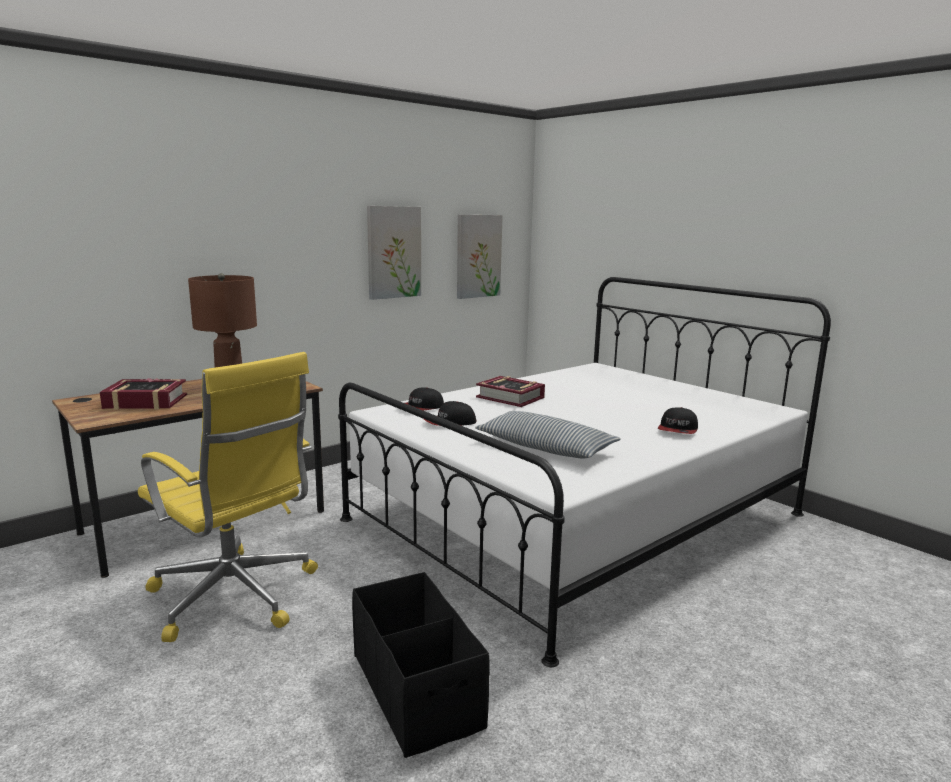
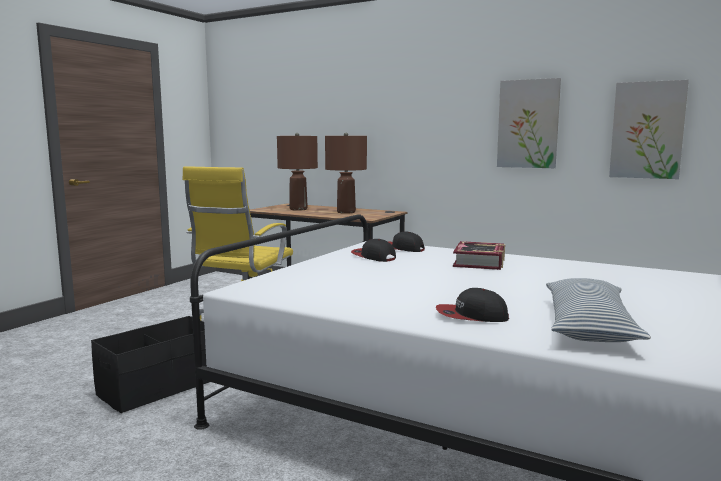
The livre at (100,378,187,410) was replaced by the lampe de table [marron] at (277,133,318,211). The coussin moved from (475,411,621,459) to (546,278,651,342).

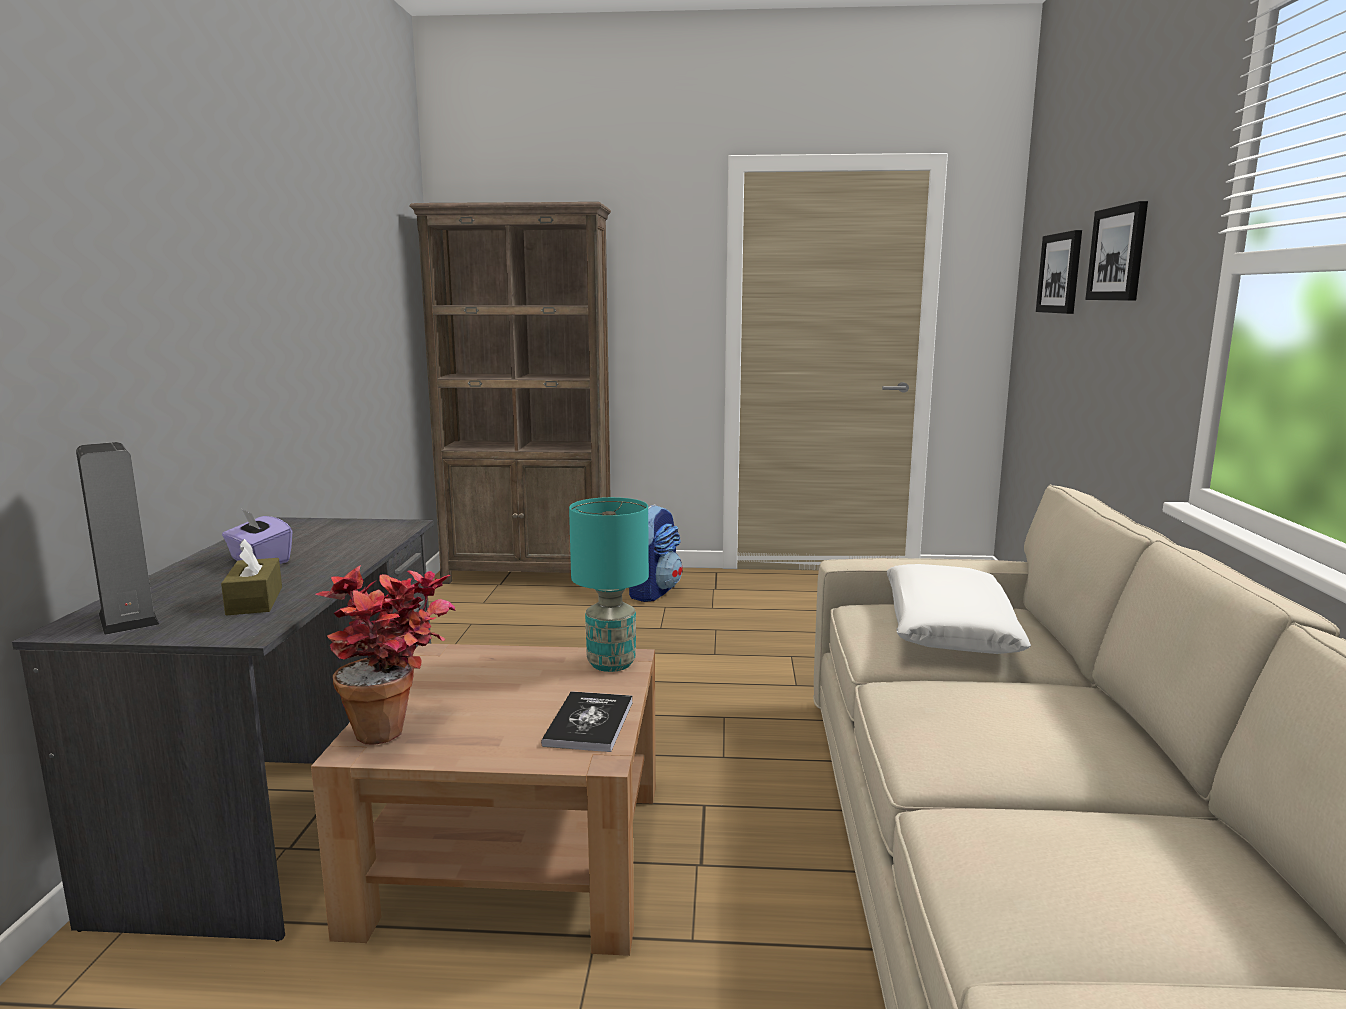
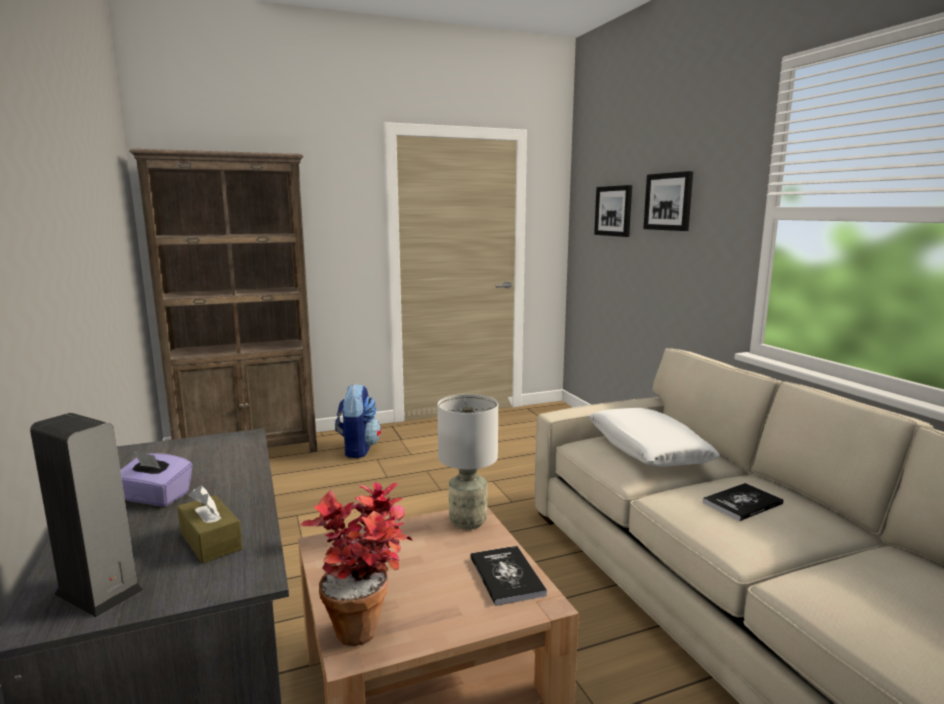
The lampe de table [turquoise] at (569,497,649,672) became the lampe de table [gris] at (437,394,498,530). The livre at (702,483,784,521) appeared.

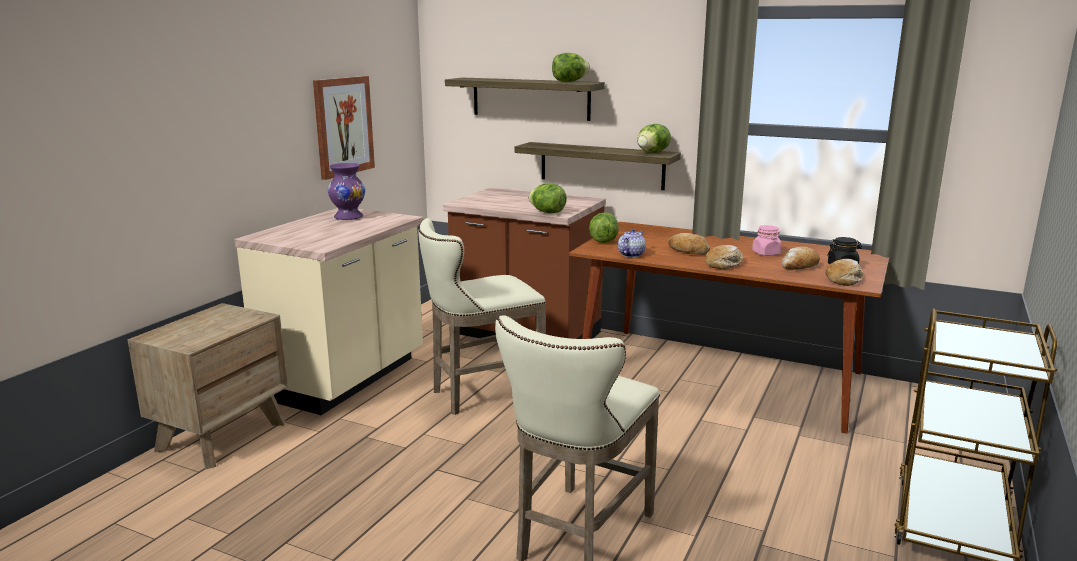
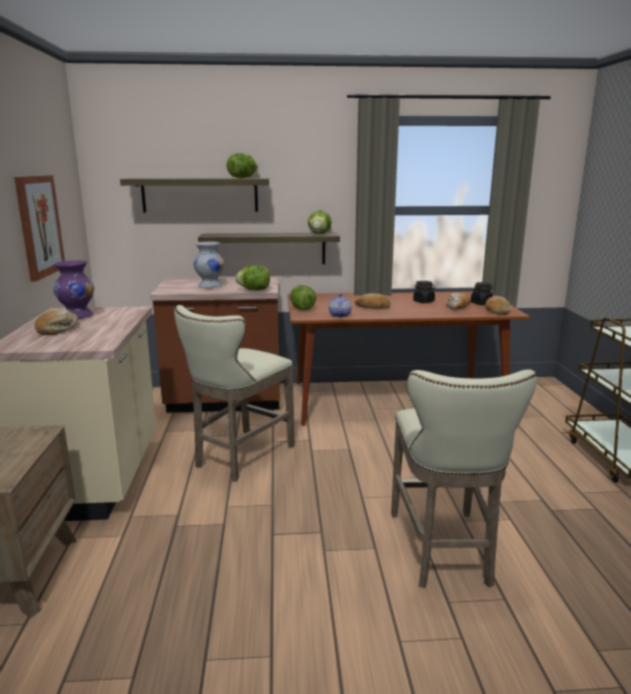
The pain moved from (705,245,743,270) to (35,309,78,335). The bocal [rose] at (752,225,782,256) became the bocal [noir] at (413,281,435,303). The vase [blanc] at (193,242,224,288) appeared.

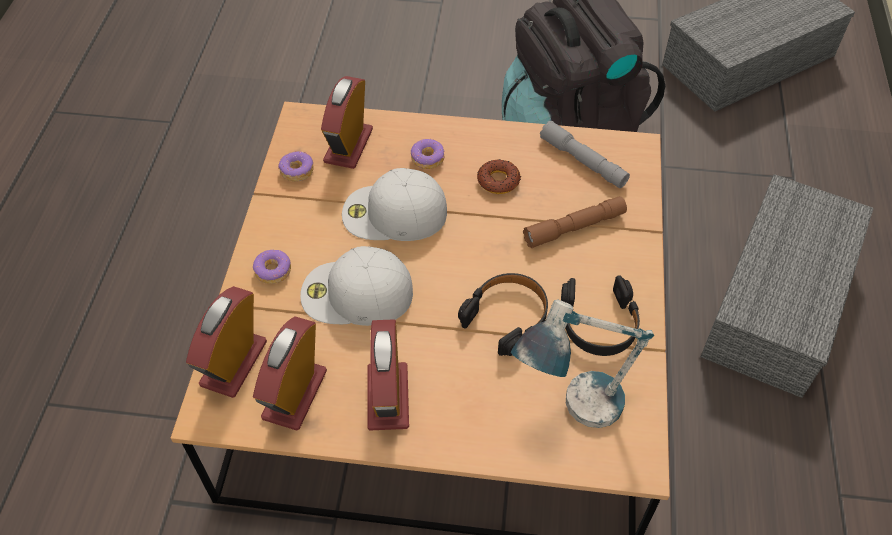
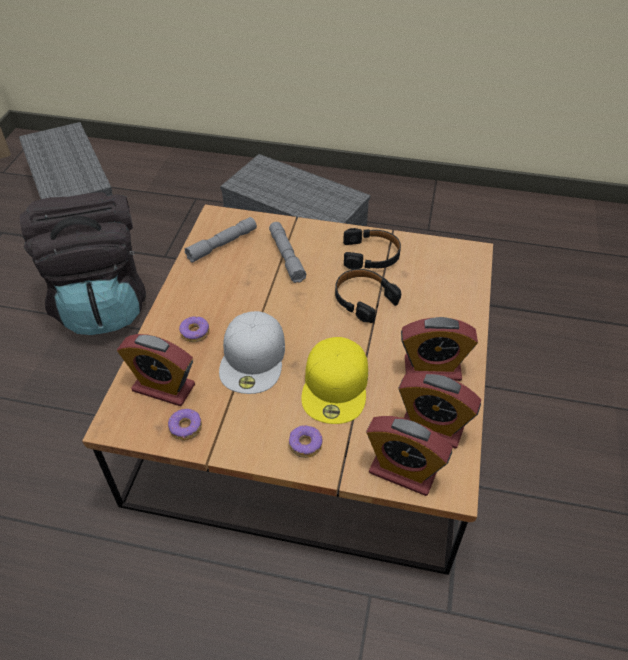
The casquette [blanc] at (300,246,413,326) became the casquette [jaune] at (301,337,368,424). The beignet at (477,159,521,194) disappeared. The lampe de table at (511,300,654,428) disappeared. The lampe de poche [marron] at (523,196,627,248) became the lampe de poche [gris] at (269,222,307,283).

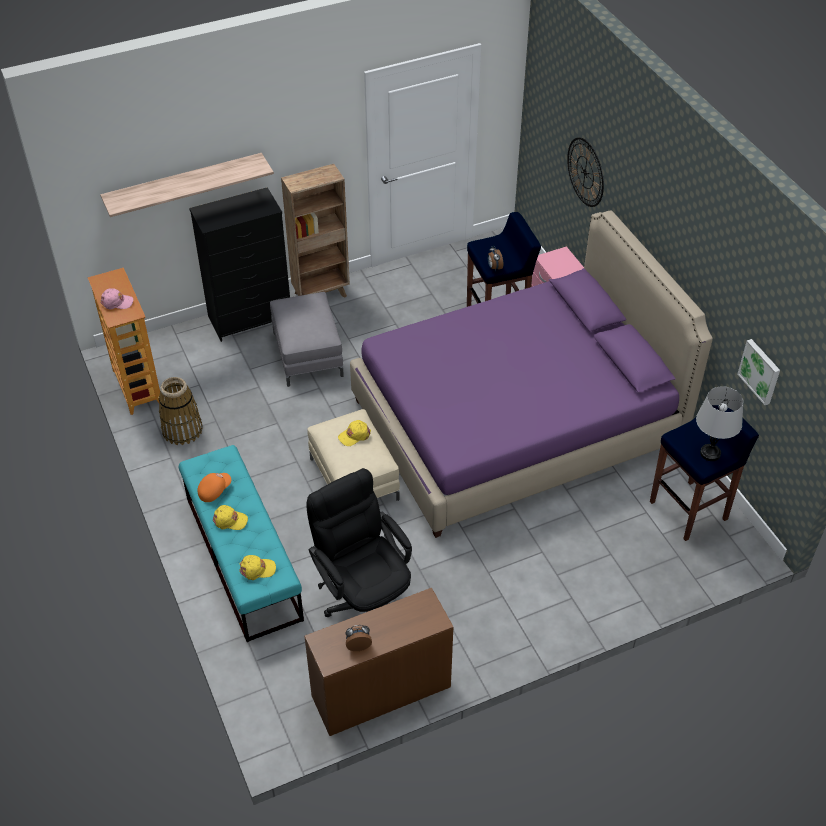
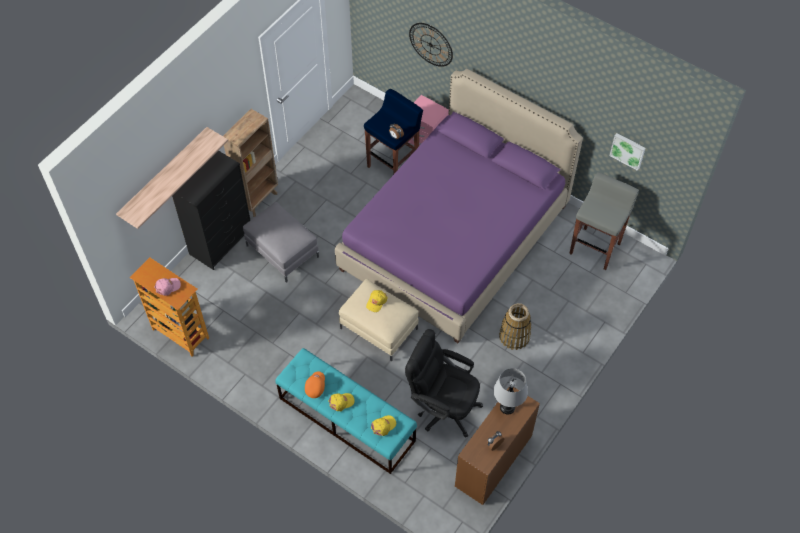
The panier moved from (159,377,203,445) to (499,303,531,350). The tabouret [bleu] at (650,405,759,541) became the tabouret [gris] at (569,172,639,270). The lampe de table [gris] moved from (696,386,743,461) to (493,368,528,415).

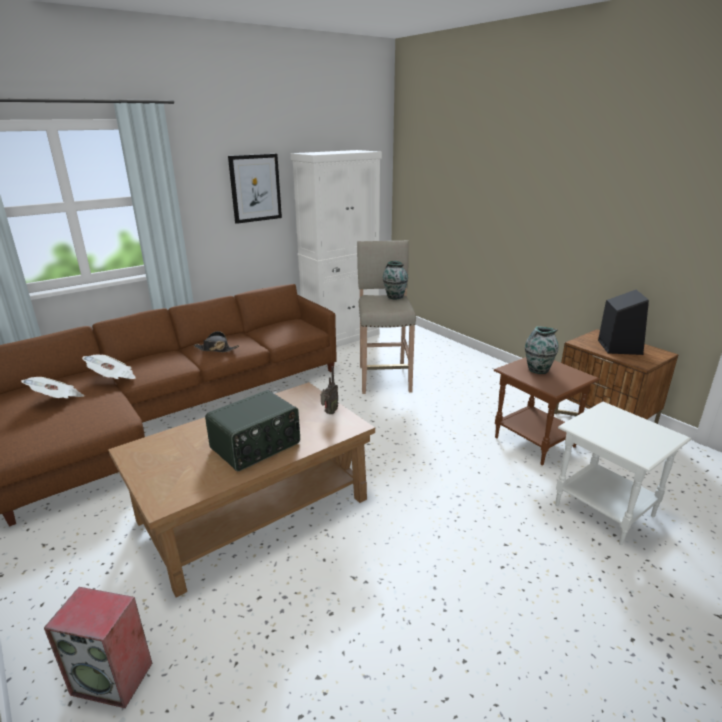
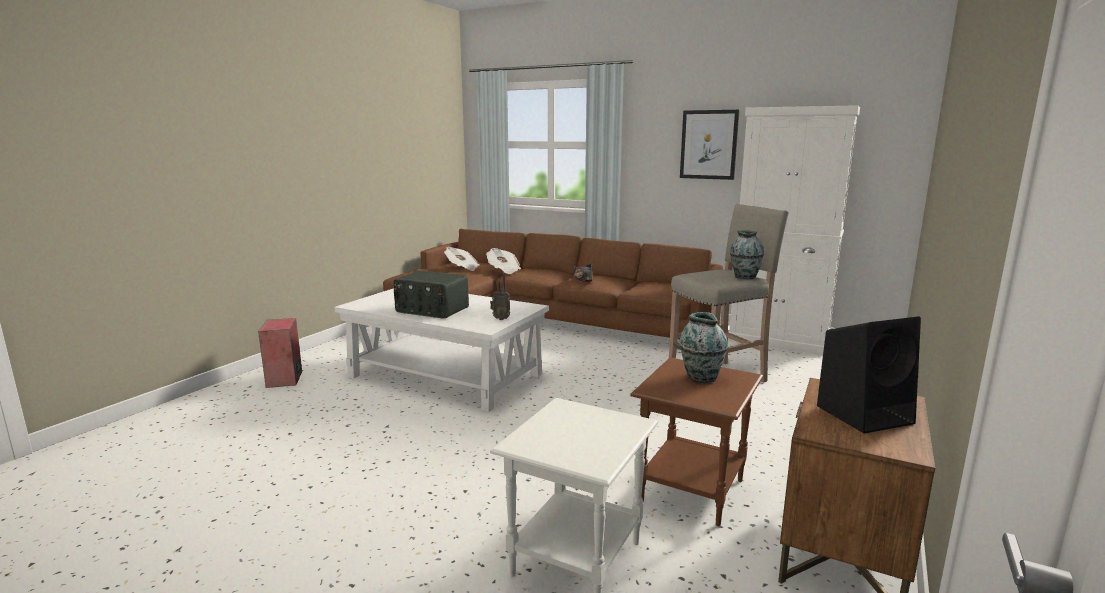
The table basse [marron] at (108,382,375,598) became the table basse [blanc] at (334,288,549,412).

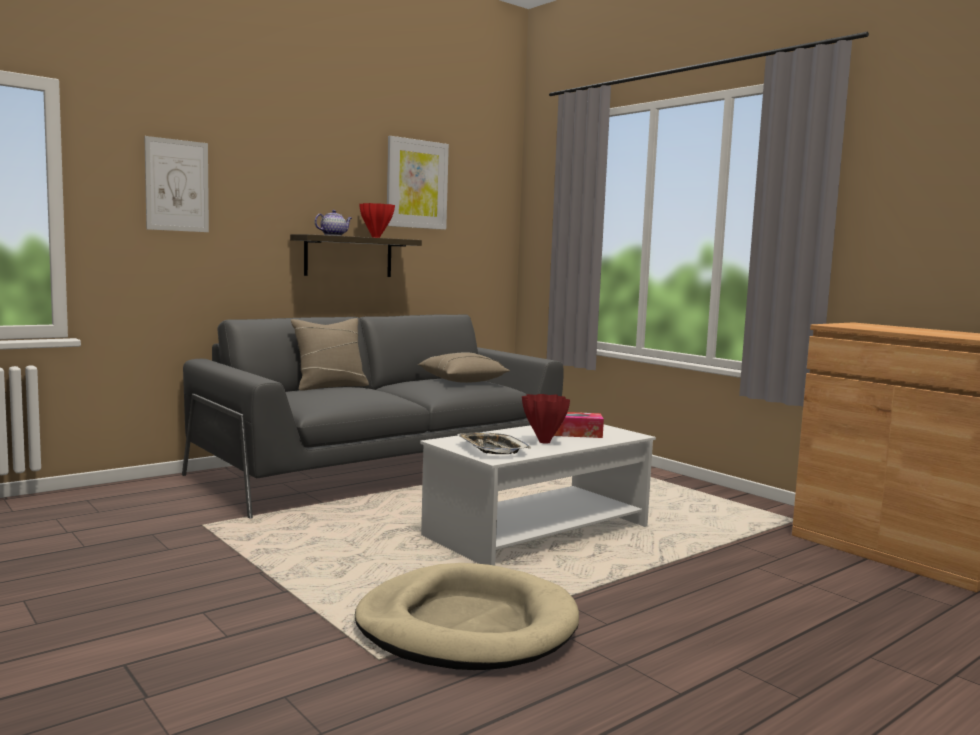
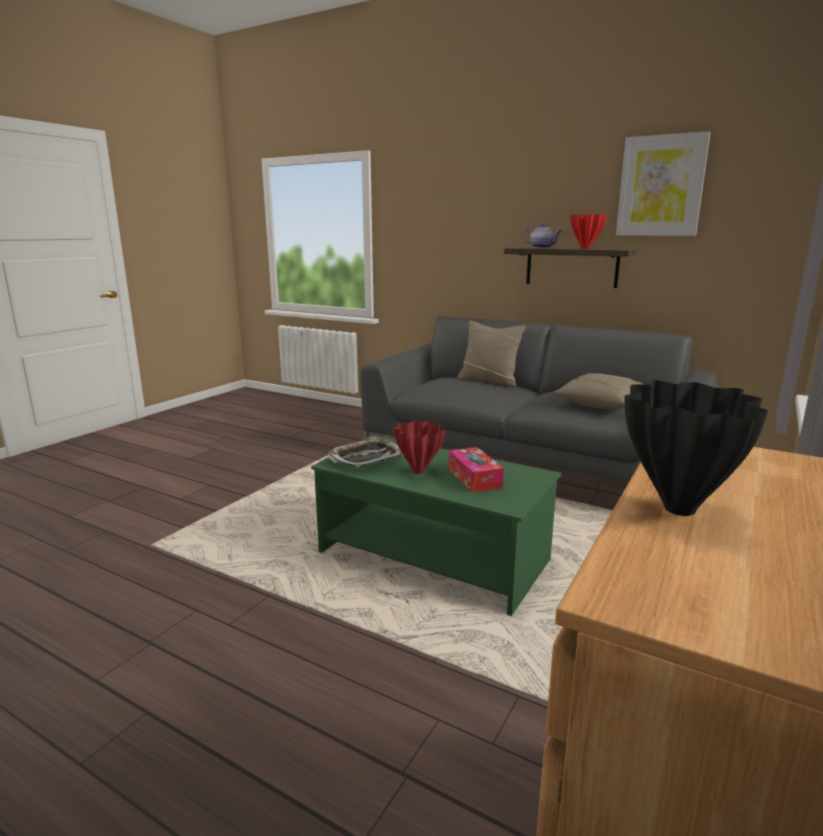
The tableau at (144,136,209,232) disappeared. The panier pour chien [beige] at (355,563,579,670) disappeared. The table basse [blanc] at (420,425,656,566) became the table basse [vert] at (311,435,561,616). The vase [noir] at (624,380,768,516) appeared.

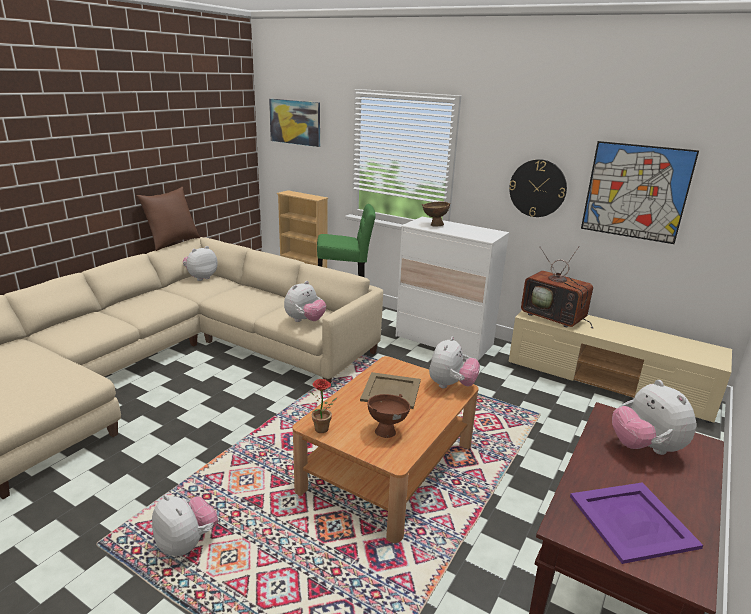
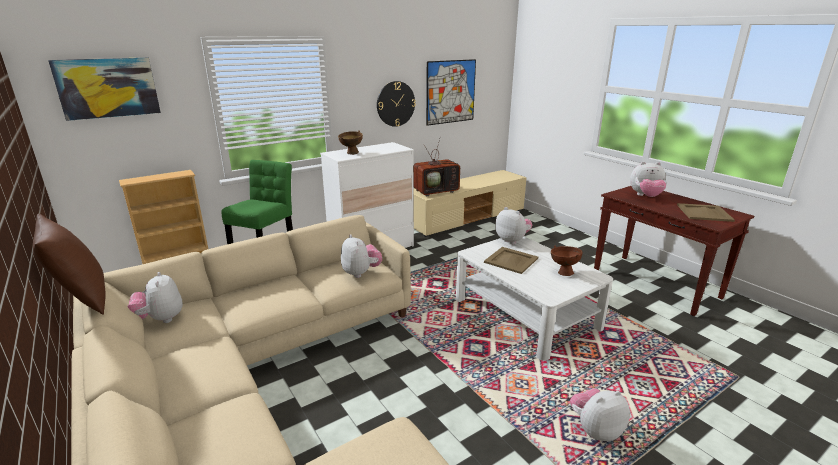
The table basse [marron] at (292,356,479,543) became the table basse [blanc] at (456,237,613,361). The plante en pot at (310,379,337,433) disappeared. The plateau [violet] at (570,483,703,564) became the plateau [beige] at (677,203,735,222).

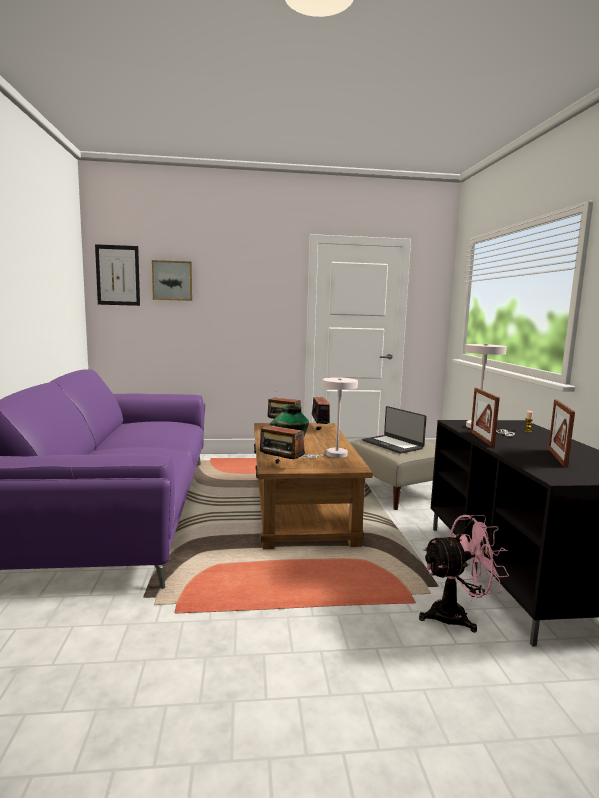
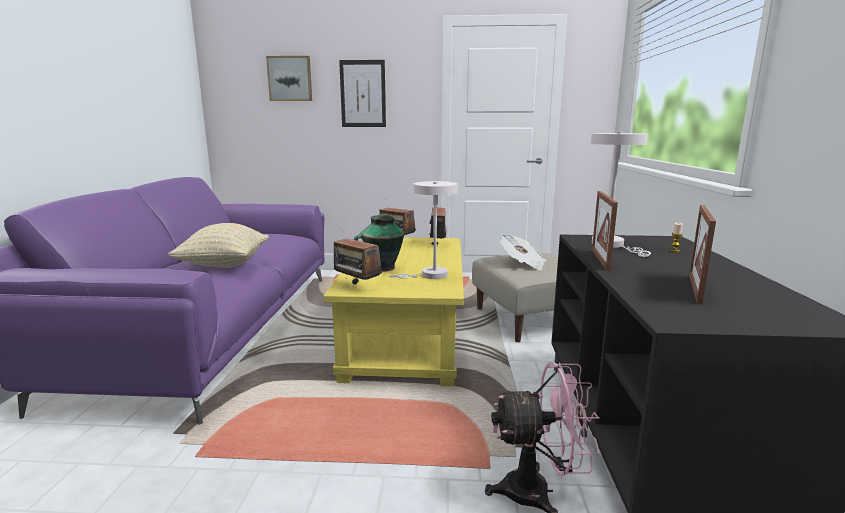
The tableau moved from (95,244,140,306) to (339,60,386,127). The table basse [marron] at (254,423,373,549) became the table basse [jaune] at (323,237,464,387). The ordinateur portable at (363,406,427,454) was replaced by the journal at (500,234,546,270). The coussin [beige] at (168,223,269,268) appeared.

